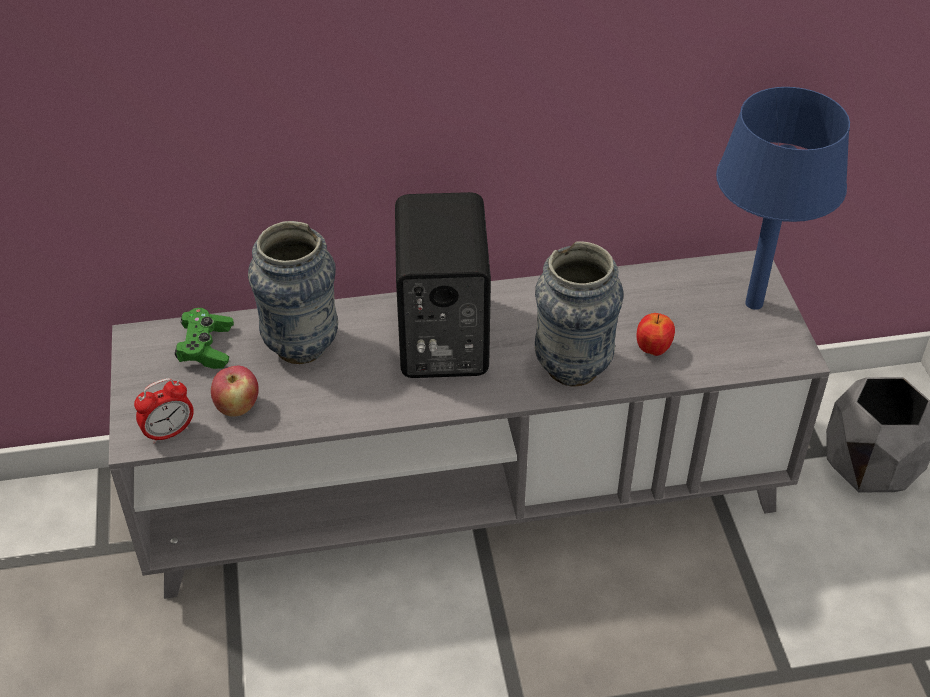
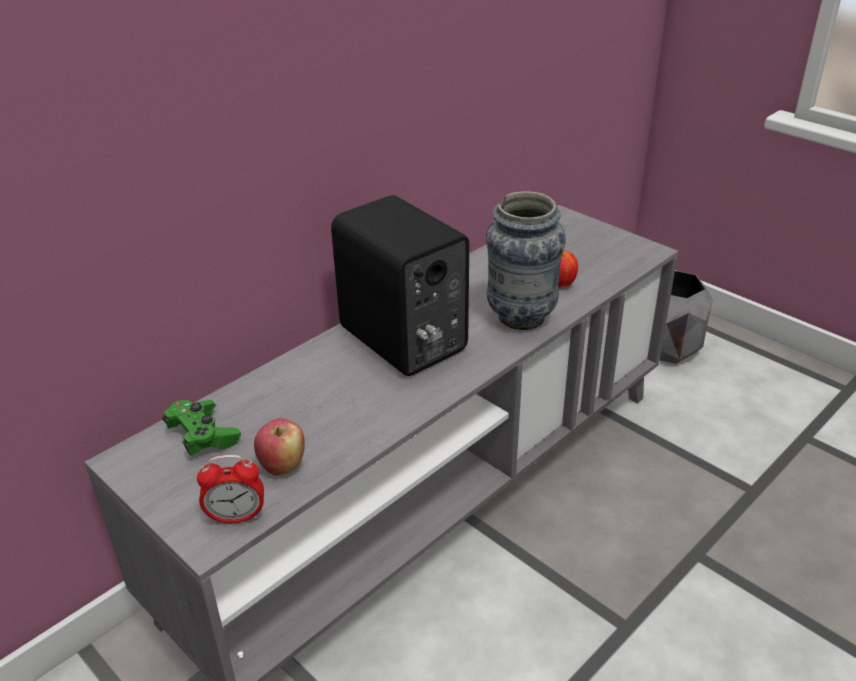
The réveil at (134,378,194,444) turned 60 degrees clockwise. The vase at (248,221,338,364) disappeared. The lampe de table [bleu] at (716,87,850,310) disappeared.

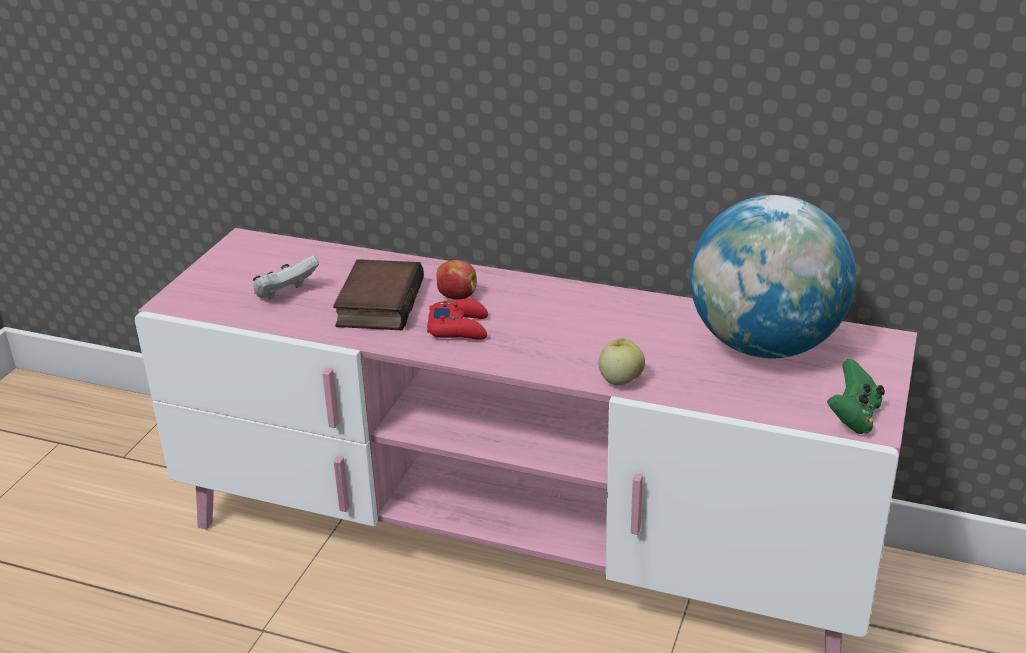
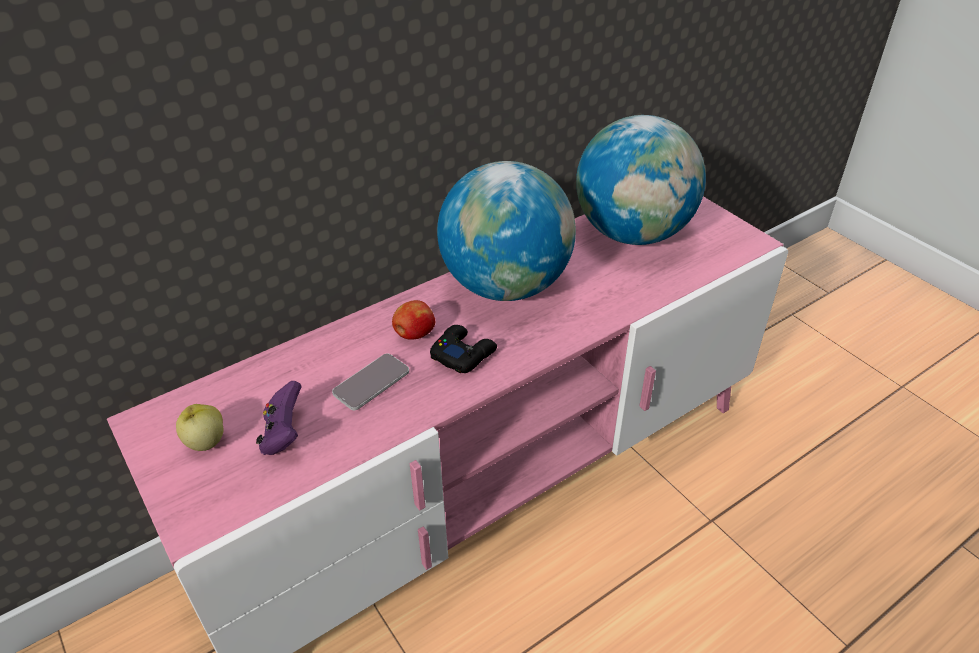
The manette [blanc] at (253,256,319,300) became the manette [violet] at (256,381,302,455). The livre at (333,259,424,330) was replaced by the téléphone at (332,353,409,410). The manette [rouge] at (427,299,488,340) became the manette [noir] at (430,325,497,374). The pomme moved from (598,338,645,385) to (176,404,223,451). The manette [vert] at (827,359,885,434) disappeared. The globe at (437,161,576,301) appeared.

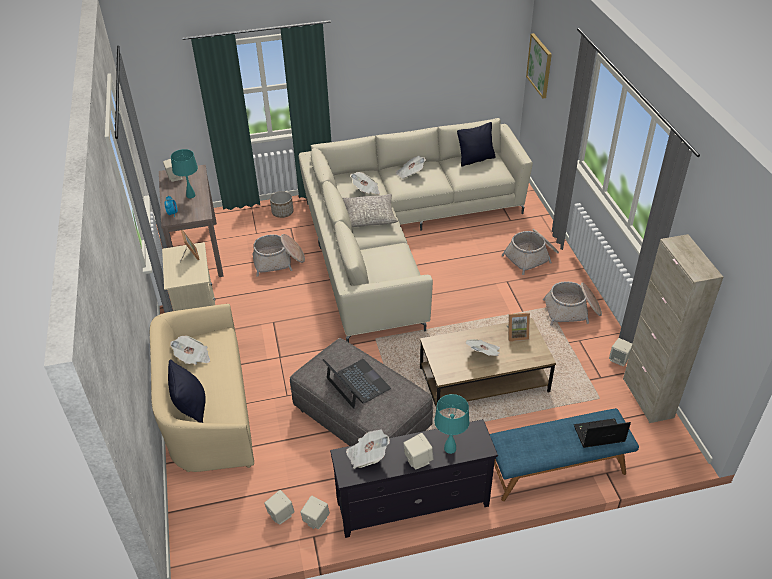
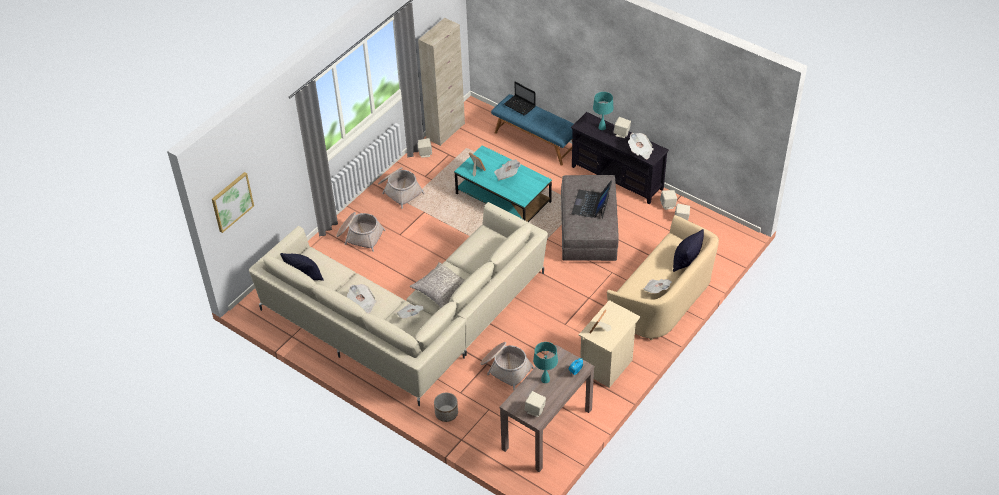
The table basse [marron] at (420,318,556,408) became the table basse [turquoise] at (454,145,552,222).

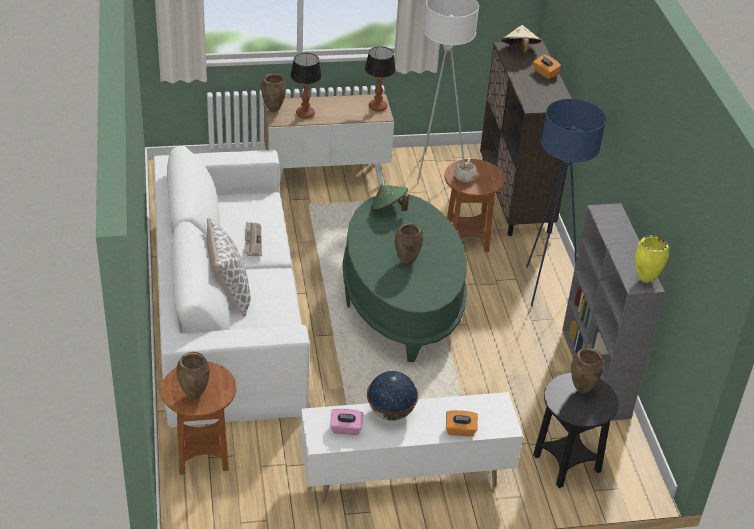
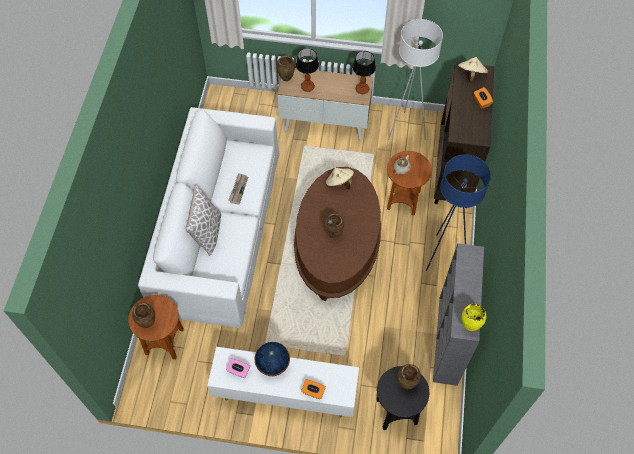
The table basse [vert] at (342,194,467,362) became the table basse [marron] at (294,167,381,301). The chapeau [vert] at (370,185,409,211) became the chapeau [beige] at (325,168,354,190).

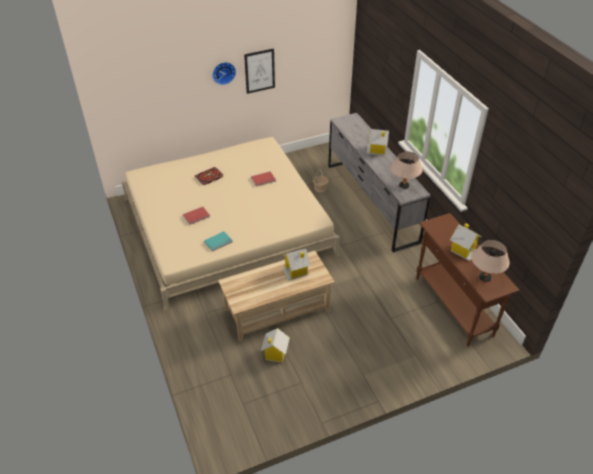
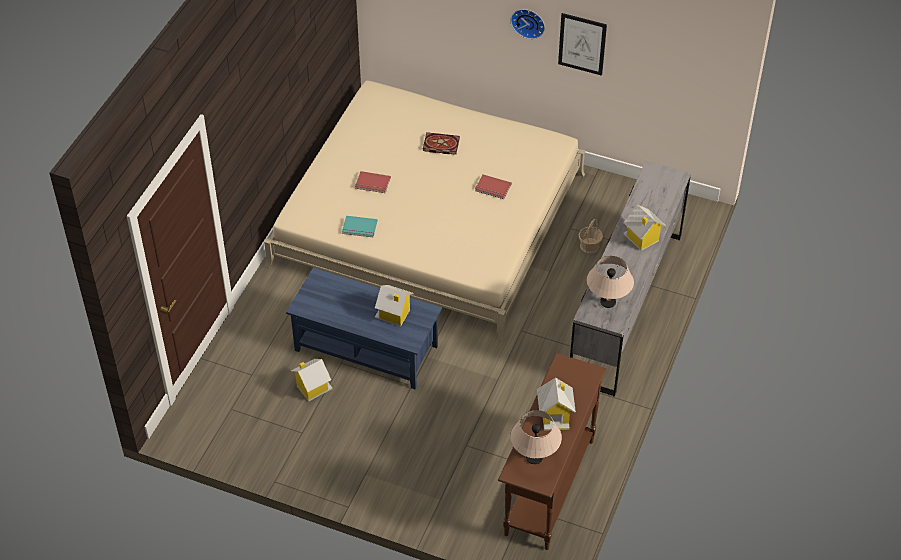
The table basse [beige] at (218,251,335,342) became the table basse [bleu] at (286,268,442,390).

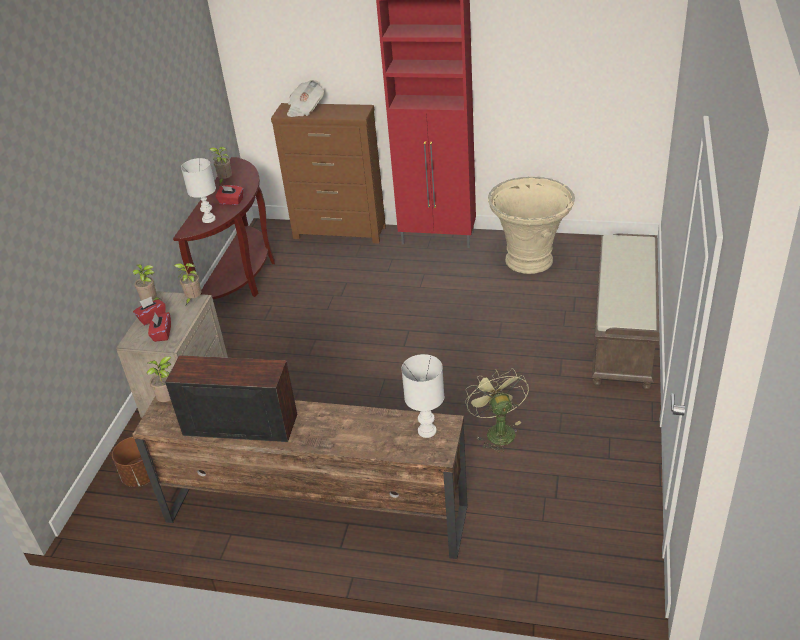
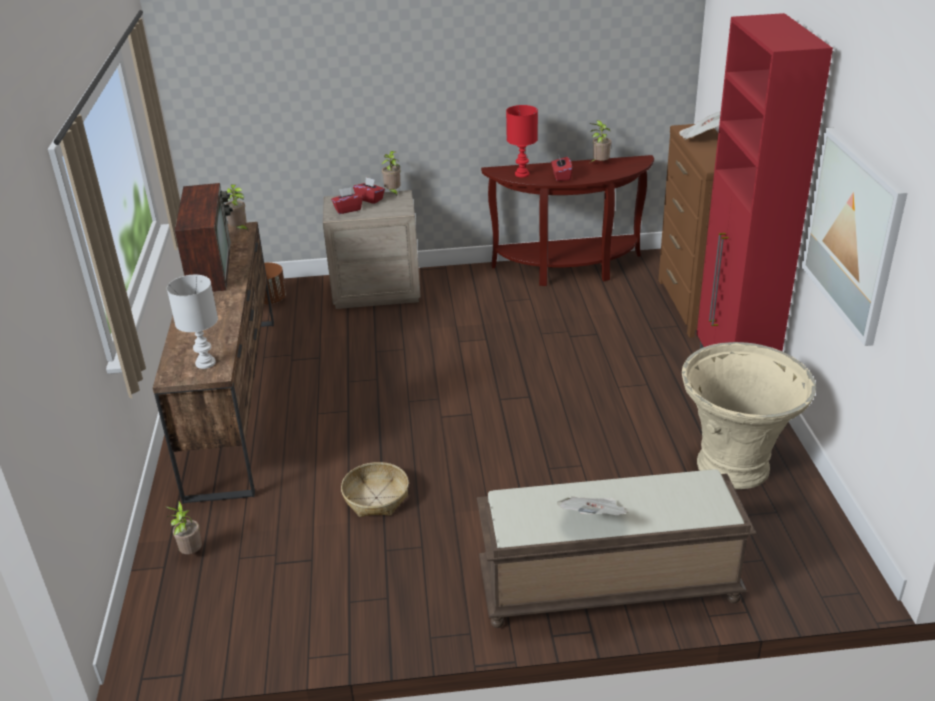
The plante en pot moved from (174,263,201,305) to (165,500,202,554). The lampe de table [blanc] at (181,158,216,223) became the lampe de table [rouge] at (506,105,538,177). The ventilateur [vert] at (465,368,529,453) was replaced by the panier at (341,462,409,517). The journal at (557,496,628,515) appeared. The tableau at (802,128,907,346) appeared.

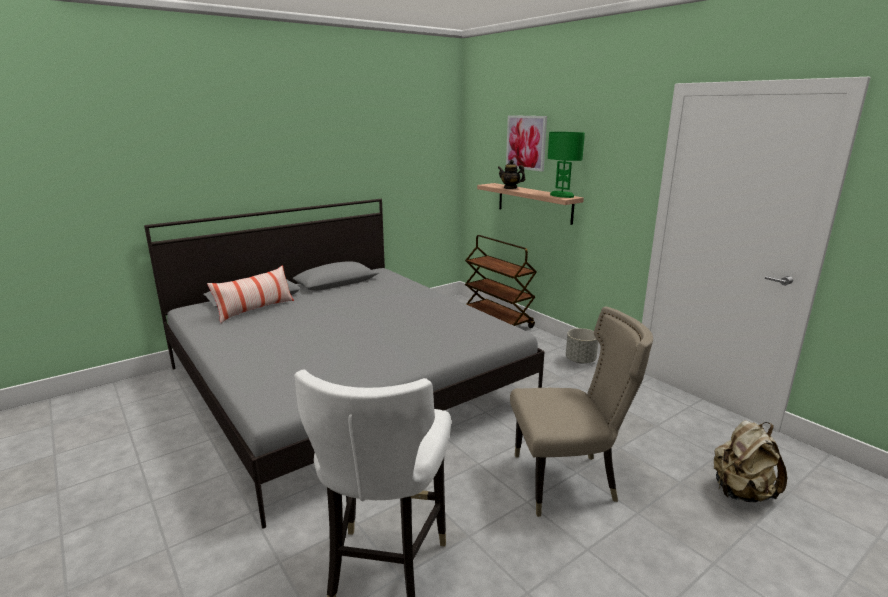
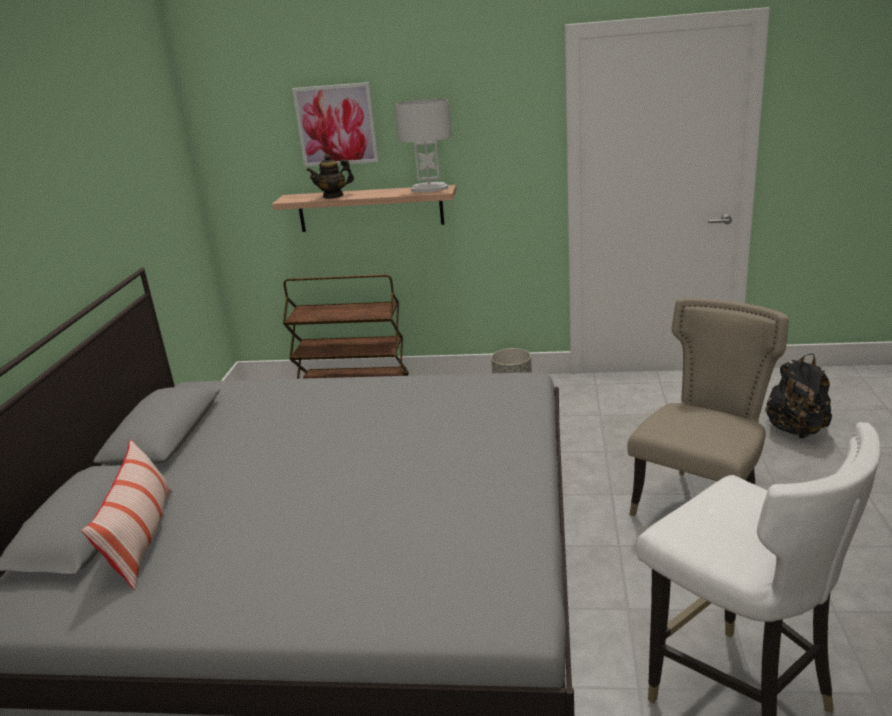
The lampe de table [vert] at (548,132,585,198) became the lampe de table [blanc] at (395,99,451,192). The sac à dos [beige] at (714,420,787,502) became the sac à dos [noir] at (765,353,832,438).

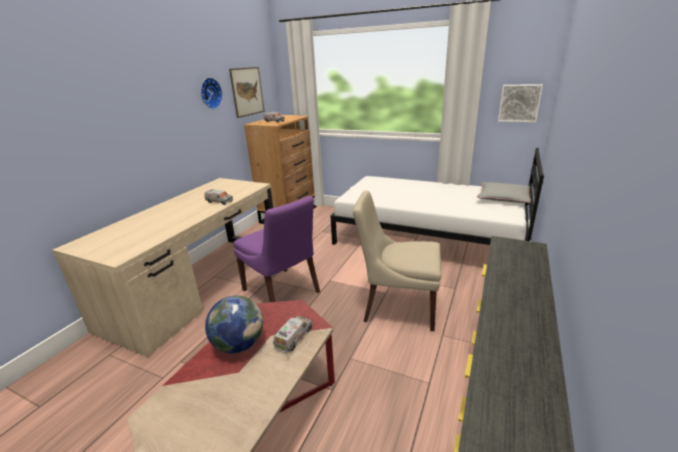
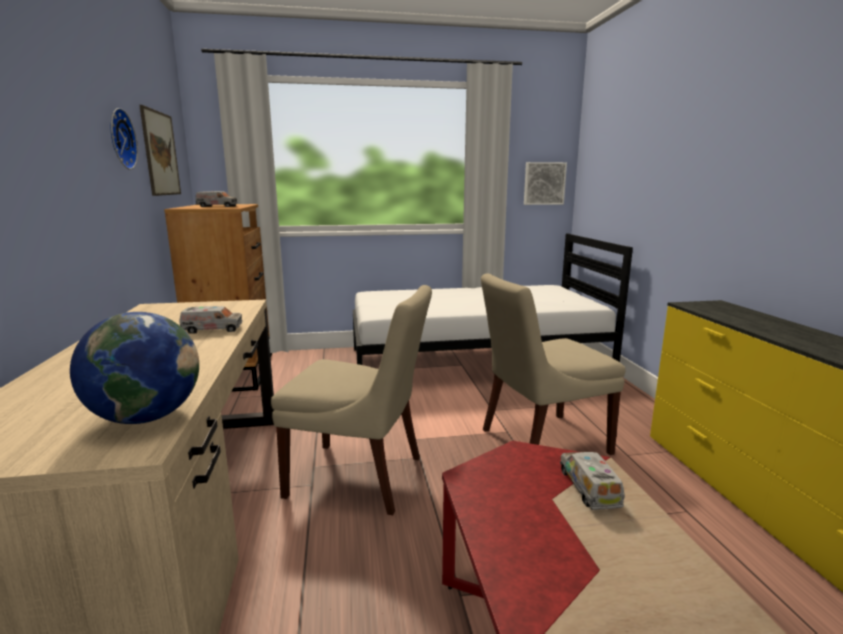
The globe moved from (205,296,263,353) to (70,312,199,424). The chaise [violet] at (233,196,320,302) became the chaise [beige] at (271,285,432,515). The coussin [gris] at (477,182,531,203) disappeared.

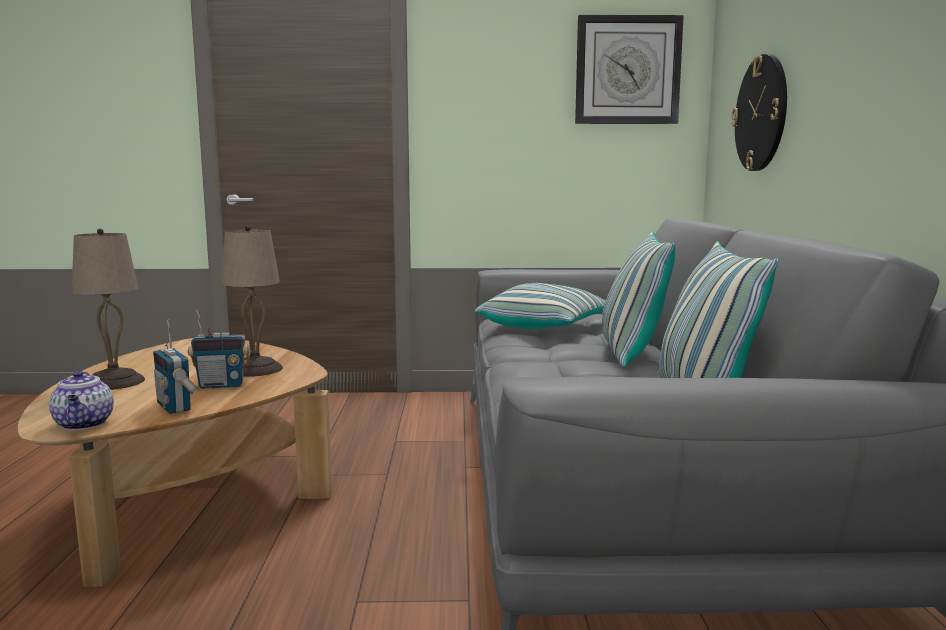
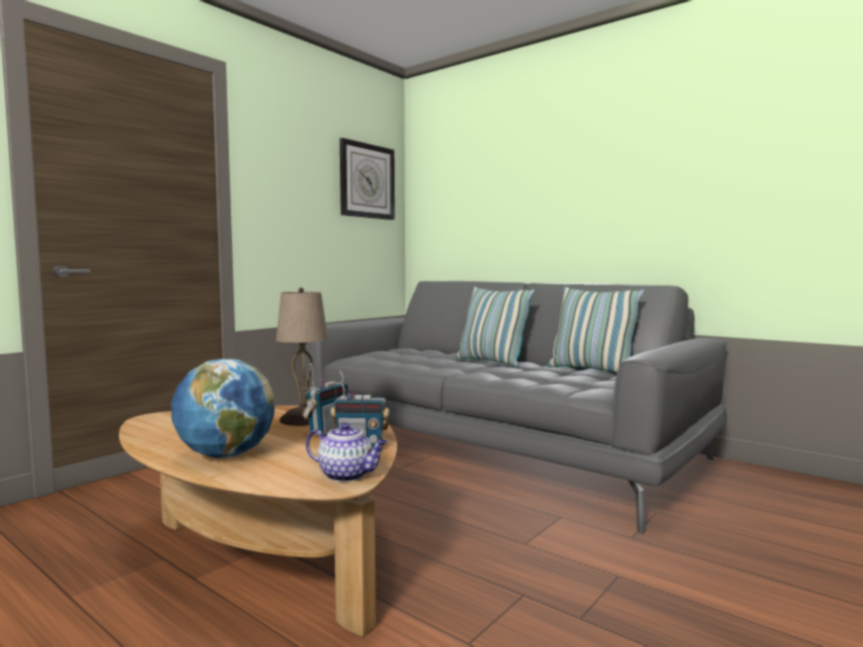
The lampe de table [beige] at (72,229,145,390) was replaced by the globe at (171,359,275,458). The coussin at (475,283,606,329) disappeared. The horloge murale at (731,54,787,171) disappeared.

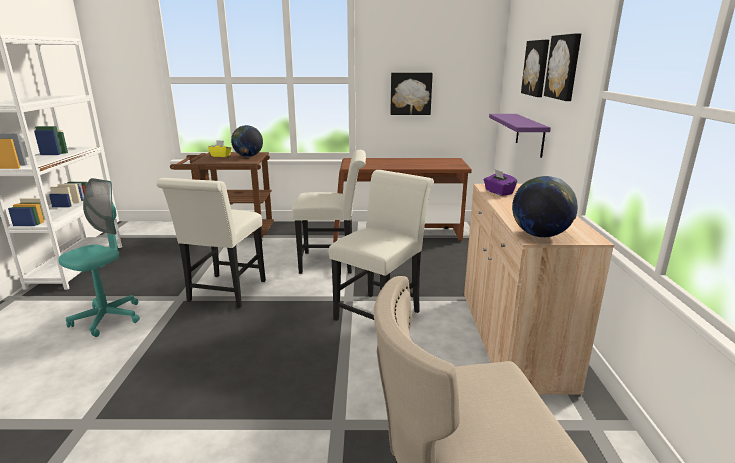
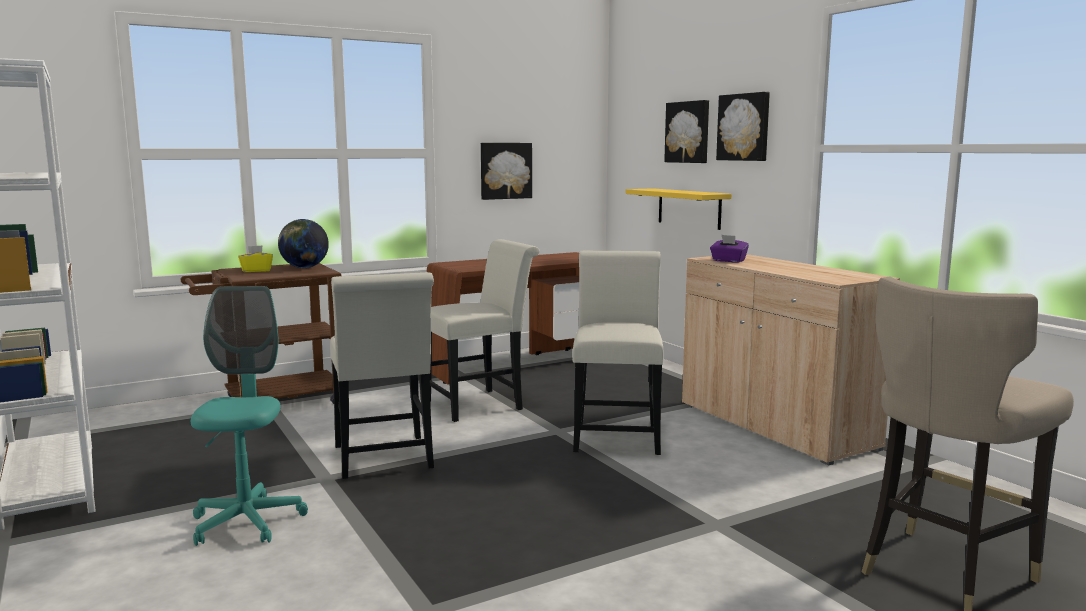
The étagère [violet] at (489,114,551,158) became the étagère [jaune] at (626,188,732,230). The globe at (512,176,578,237) disappeared.

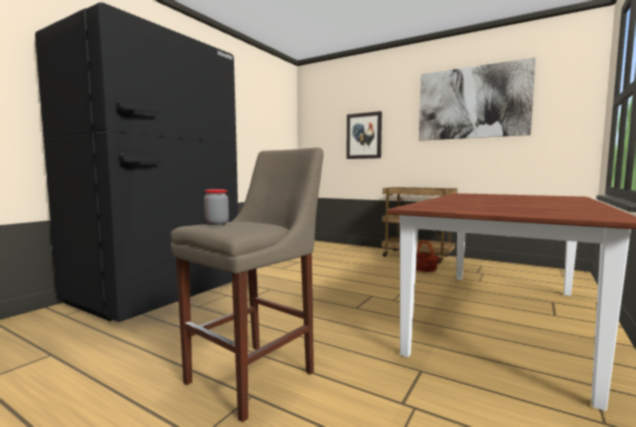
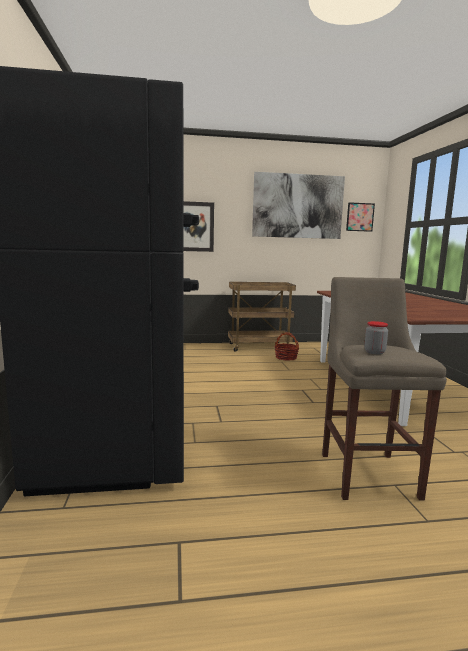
The tableau at (346,202,375,232) appeared.

